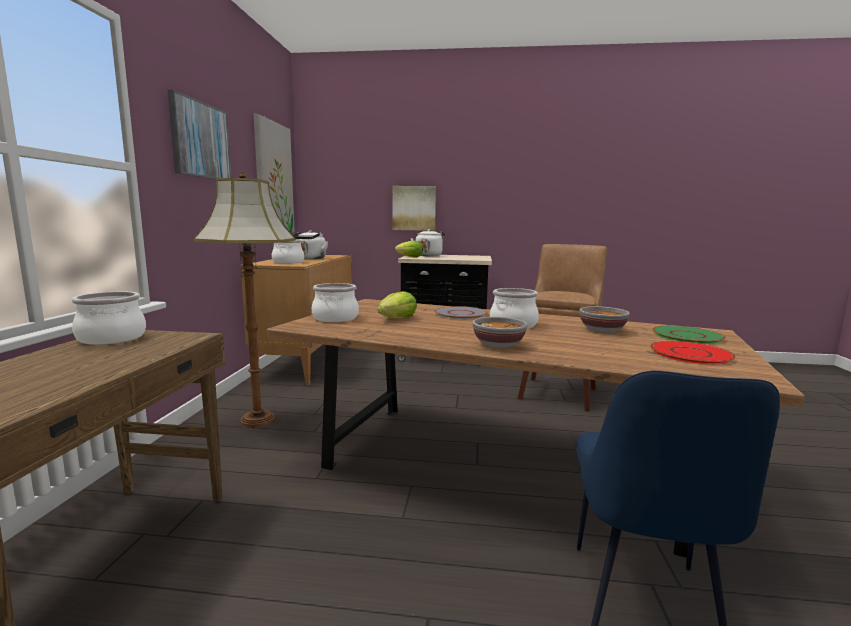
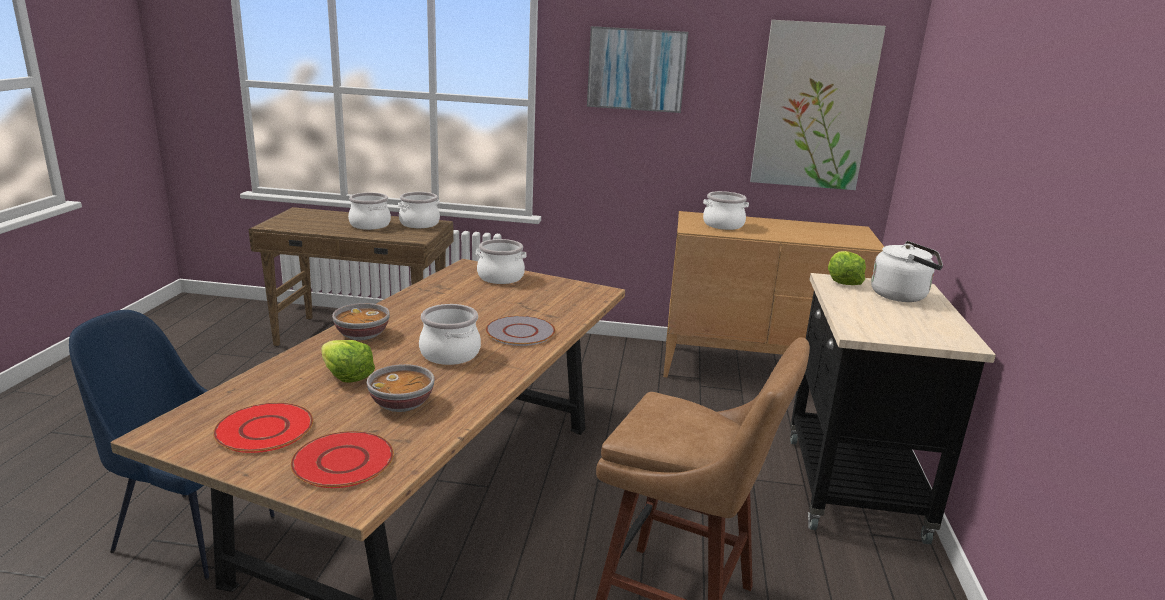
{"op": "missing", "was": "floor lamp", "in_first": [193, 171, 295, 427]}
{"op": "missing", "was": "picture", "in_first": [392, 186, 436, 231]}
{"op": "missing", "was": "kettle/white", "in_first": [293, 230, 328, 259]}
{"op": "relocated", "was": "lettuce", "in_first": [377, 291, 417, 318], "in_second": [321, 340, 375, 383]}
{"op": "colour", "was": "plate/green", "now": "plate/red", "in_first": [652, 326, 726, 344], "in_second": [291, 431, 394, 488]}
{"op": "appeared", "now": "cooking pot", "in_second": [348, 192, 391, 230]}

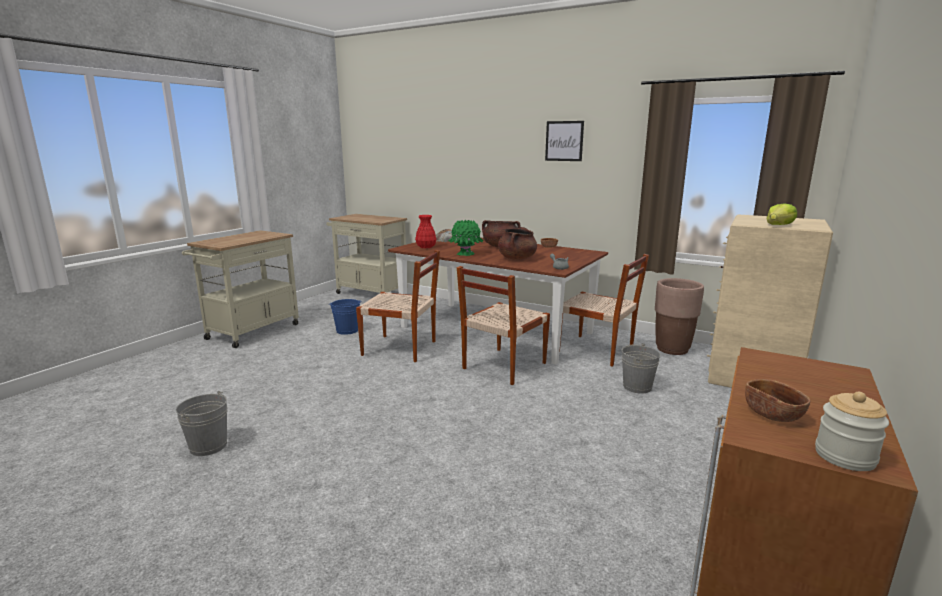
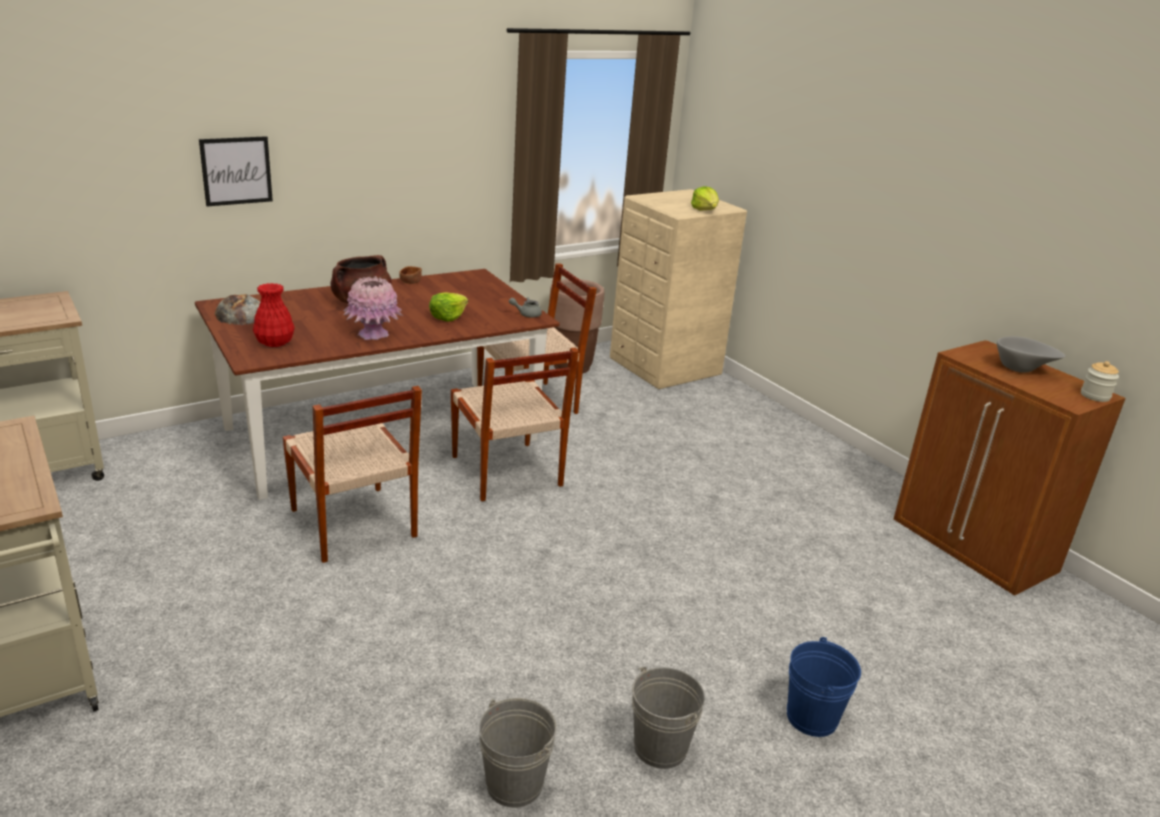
{"op": "relocated", "was": "picture", "in_first": [545, 121, 584, 161], "in_second": [199, 136, 273, 206]}
{"op": "colour", "was": "vase/green", "now": "vase/pink", "in_first": [449, 220, 484, 256], "in_second": [343, 276, 403, 340]}
{"op": "exchanged", "was": "cooking pot/brown", "now": "lettuce", "in_first": [498, 227, 537, 260], "in_second": [429, 292, 468, 322]}
{"op": "spun", "was": "chair", "in_first": [356, 250, 440, 362], "in_second": [283, 386, 422, 563], "clockwise": 105}
{"op": "relocated", "was": "bucket/blue", "in_first": [330, 299, 362, 335], "in_second": [787, 637, 861, 737]}
{"op": "relocated", "was": "bucket/grey", "in_first": [622, 343, 660, 394], "in_second": [632, 666, 705, 769]}
{"op": "missing", "was": "bowl/brown", "in_first": [745, 379, 810, 422]}
{"op": "appeared", "now": "bowl/grey", "in_second": [997, 336, 1065, 373]}

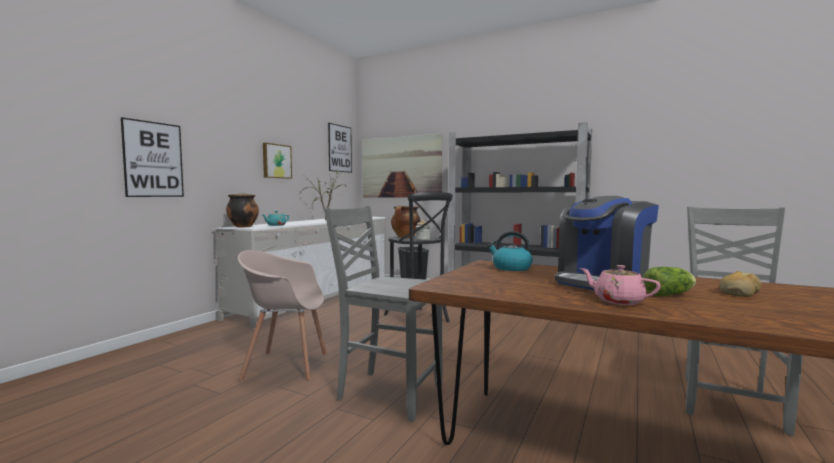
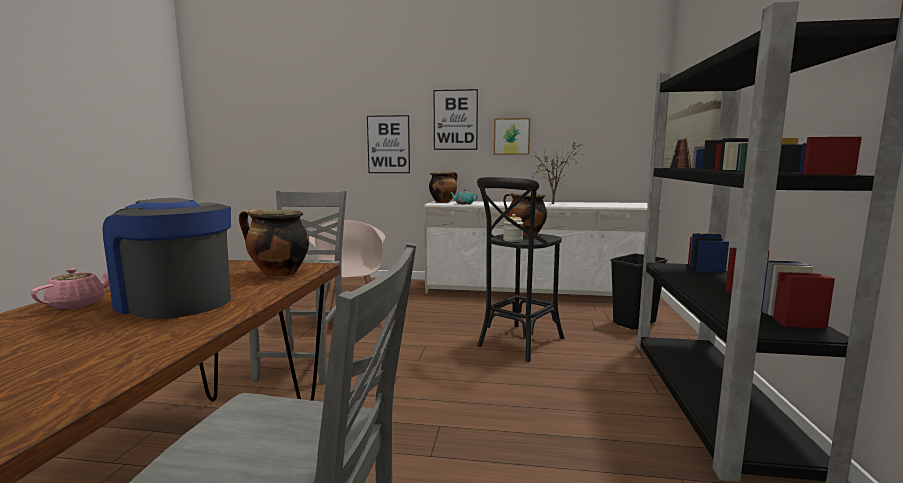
{"op": "relocated", "was": "picture", "in_first": [328, 123, 352, 173], "in_second": [434, 89, 478, 150]}
{"op": "exchanged", "was": "kettle", "now": "cooking pot", "in_first": [487, 231, 533, 271], "in_second": [239, 209, 309, 277]}
{"op": "missing", "was": "lettuce", "in_first": [643, 267, 696, 296]}
{"op": "missing", "was": "bread", "in_first": [720, 271, 762, 297]}

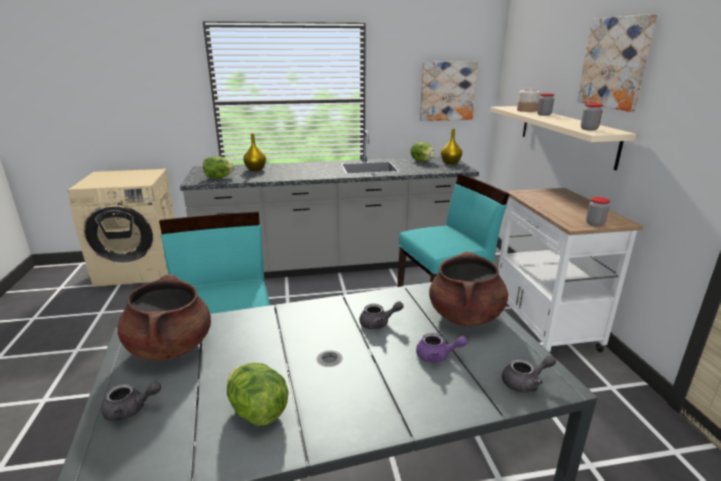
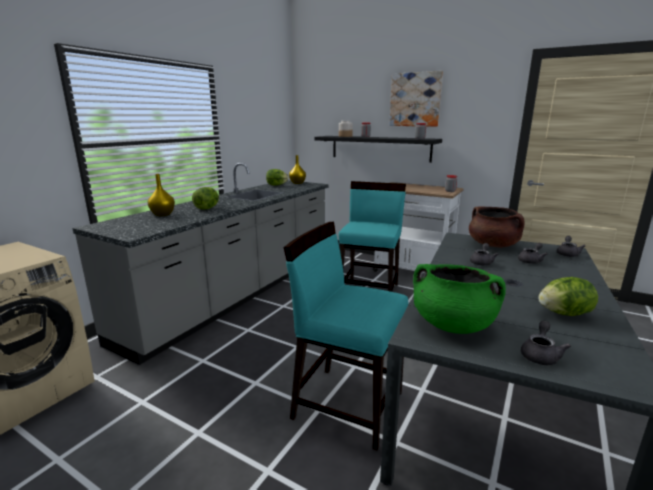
{"op": "missing", "was": "picture", "in_first": [420, 61, 478, 121]}
{"op": "colour", "was": "shelf/beige", "now": "shelf/black", "in_first": [490, 106, 637, 171], "in_second": [314, 136, 442, 163]}
{"op": "relocated", "was": "lettuce", "in_first": [203, 156, 235, 179], "in_second": [192, 187, 219, 210]}
{"op": "colour", "was": "cooking pot/brown", "now": "cooking pot/green", "in_first": [118, 274, 211, 361], "in_second": [413, 264, 506, 334]}
{"op": "colour", "was": "teapot/purple", "now": "teapot/grey", "in_first": [416, 333, 468, 363], "in_second": [518, 243, 547, 264]}

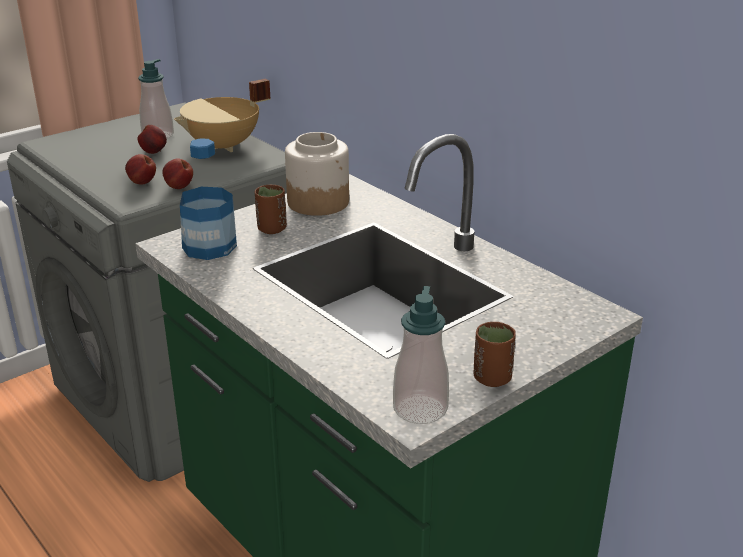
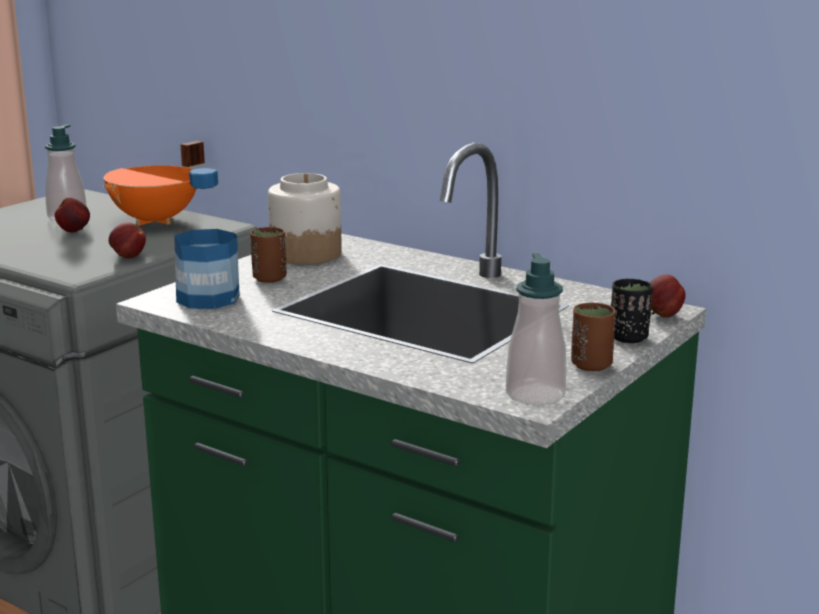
{"op": "colour", "was": "cooking pot/beige", "now": "cooking pot/orange", "in_first": [174, 78, 270, 152], "in_second": [103, 141, 205, 226]}
{"op": "relocated", "was": "apple", "in_first": [125, 154, 156, 185], "in_second": [649, 274, 686, 317]}
{"op": "appeared", "now": "cup/black", "in_second": [611, 279, 653, 343]}

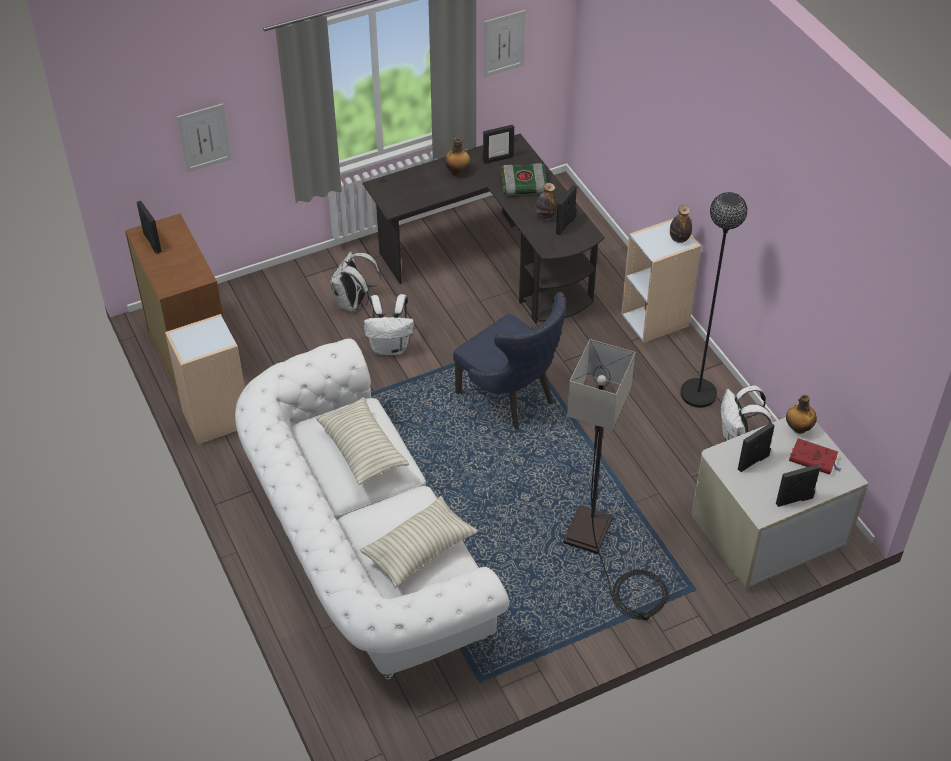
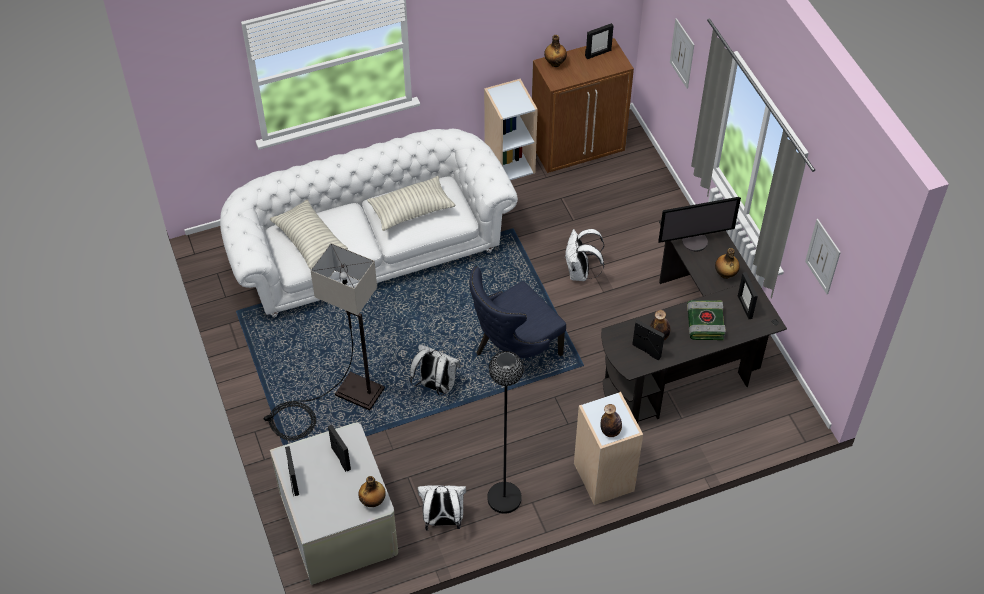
{"op": "relocated", "was": "backpack/white", "in_first": [330, 251, 381, 312], "in_second": [410, 344, 460, 396]}
{"op": "missing", "was": "book/red", "in_first": [789, 438, 841, 475]}
{"op": "appeared", "now": "bottle", "in_second": [544, 35, 567, 67]}
{"op": "appeared", "now": "monitor", "in_second": [658, 197, 741, 252]}

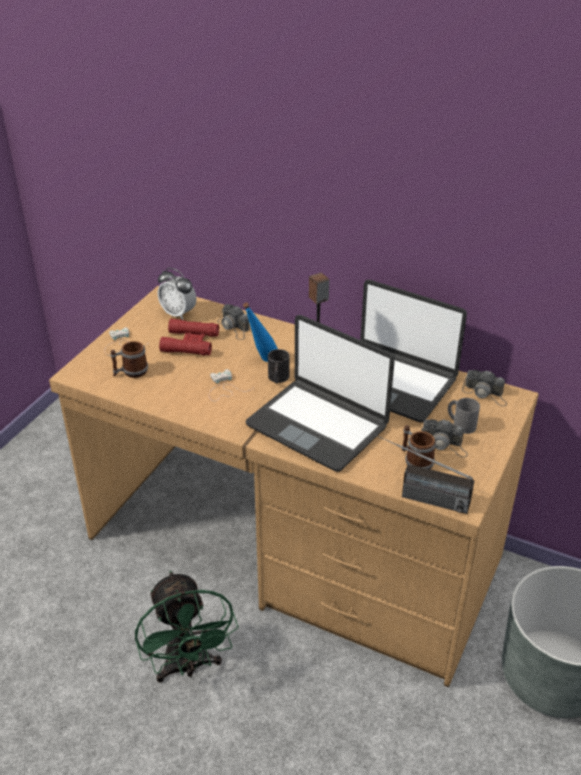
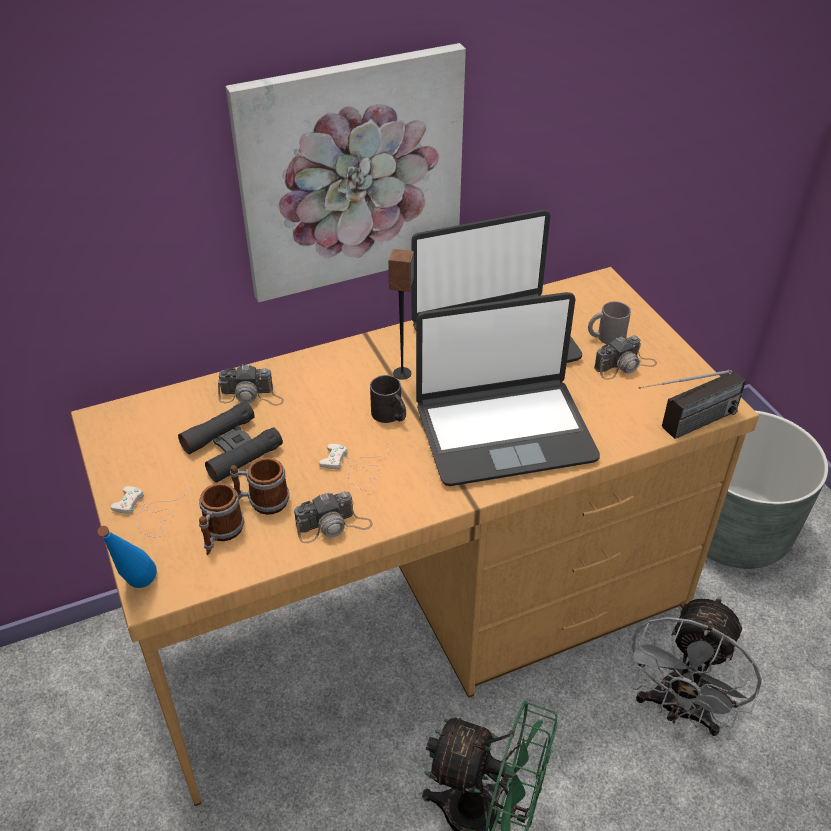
{"op": "missing", "was": "alarm clock", "in_first": [157, 268, 196, 320]}
{"op": "relocated", "was": "bottle/blue", "in_first": [243, 302, 278, 362], "in_second": [98, 526, 157, 588]}
{"op": "colour", "was": "binoculars/red", "now": "binoculars/black", "in_first": [159, 319, 219, 356], "in_second": [178, 401, 283, 483]}
{"op": "relocated", "was": "photo camera", "in_first": [462, 370, 507, 406], "in_second": [294, 491, 373, 543]}
{"op": "relocated", "was": "mug", "in_first": [402, 425, 436, 469], "in_second": [230, 458, 289, 515]}
{"op": "appeared", "now": "picture", "in_second": [226, 43, 466, 302]}
{"op": "appeared", "now": "fan/grey", "in_second": [624, 596, 762, 736]}

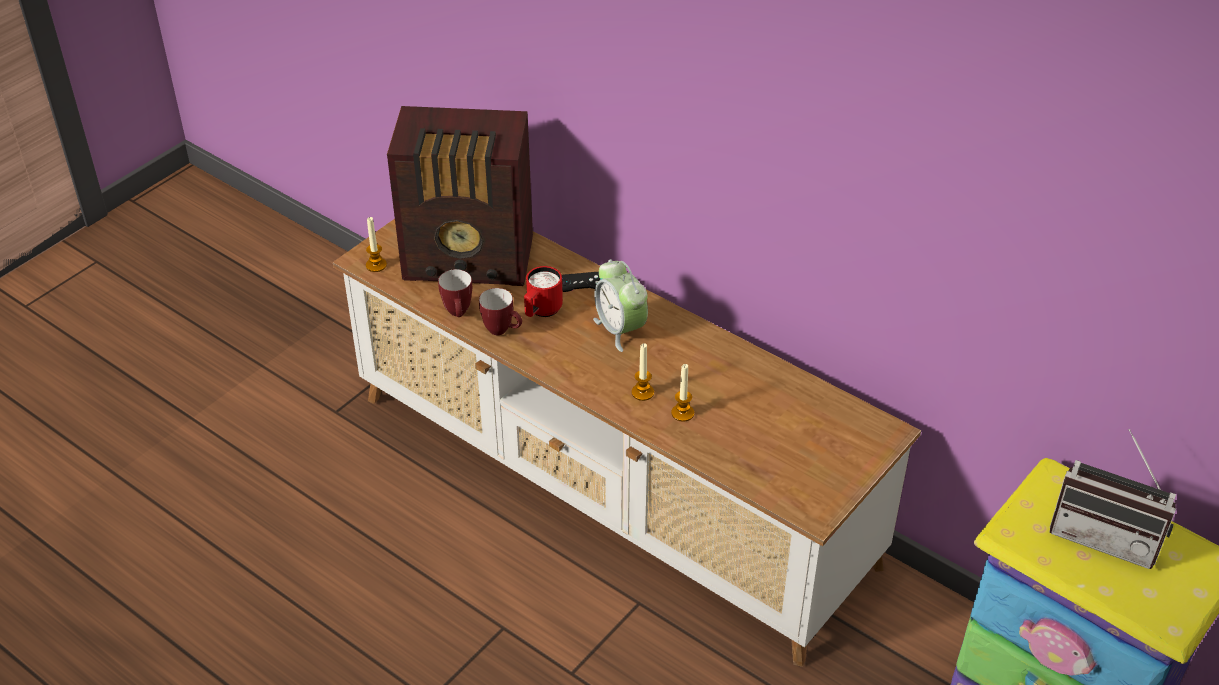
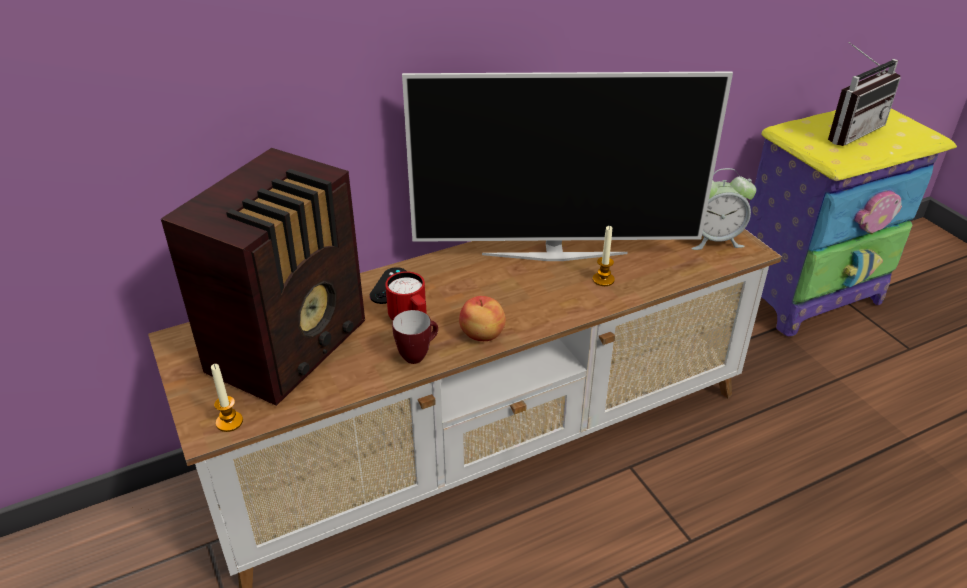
{"op": "relocated", "was": "alarm clock", "in_first": [593, 259, 648, 352], "in_second": [691, 168, 756, 250]}
{"op": "missing", "was": "mug", "in_first": [438, 269, 472, 317]}
{"op": "missing", "was": "candle", "in_first": [632, 343, 654, 401]}
{"op": "appeared", "now": "television", "in_second": [402, 72, 733, 261]}
{"op": "appeared", "now": "apple", "in_second": [459, 296, 506, 341]}

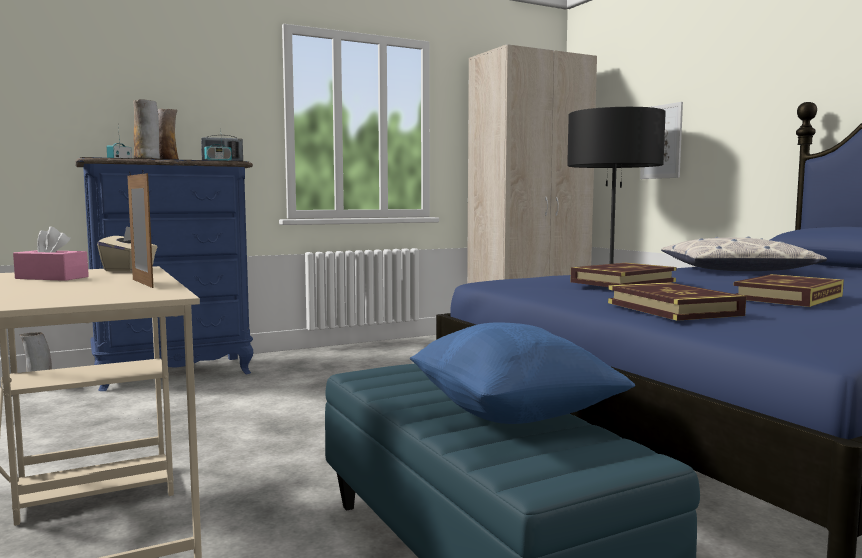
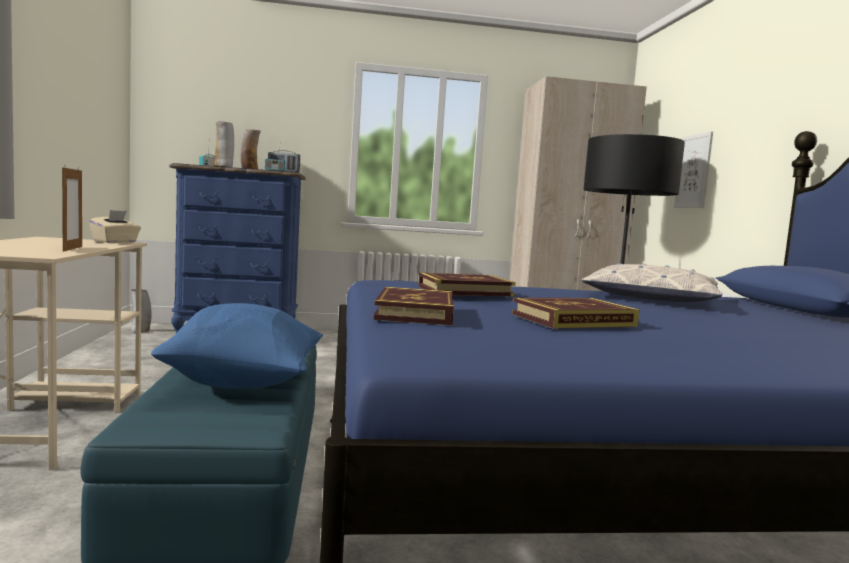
{"op": "missing", "was": "tissue box/pink", "in_first": [13, 226, 89, 281]}

